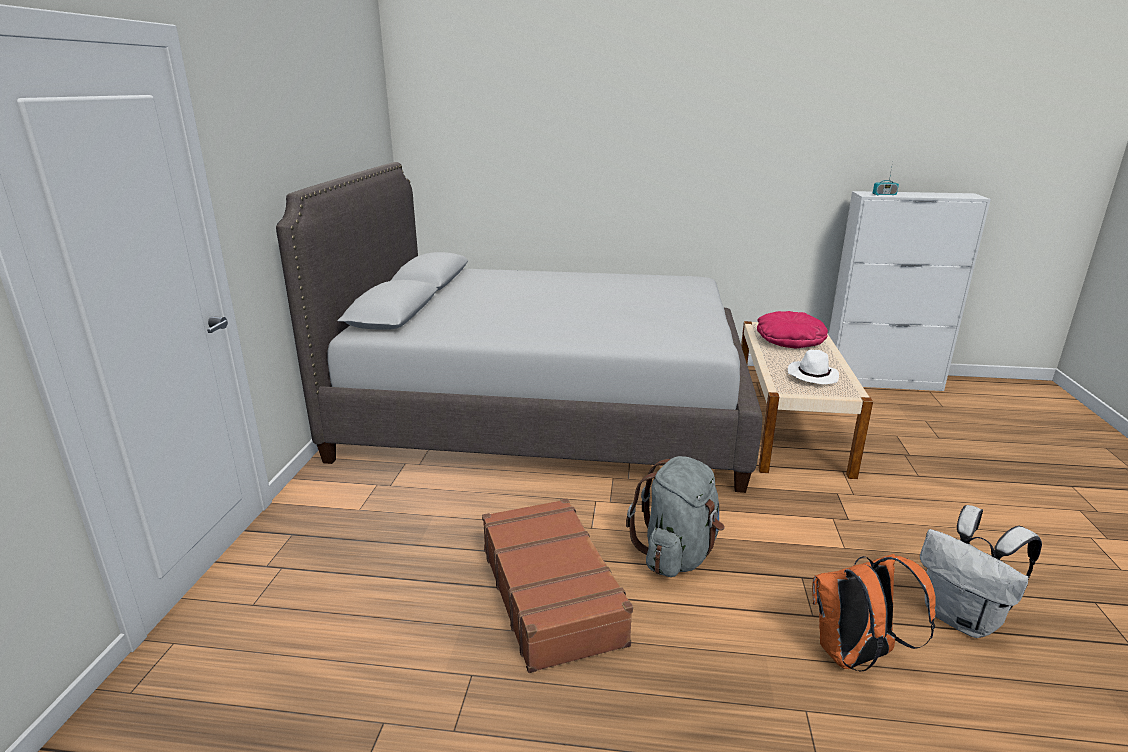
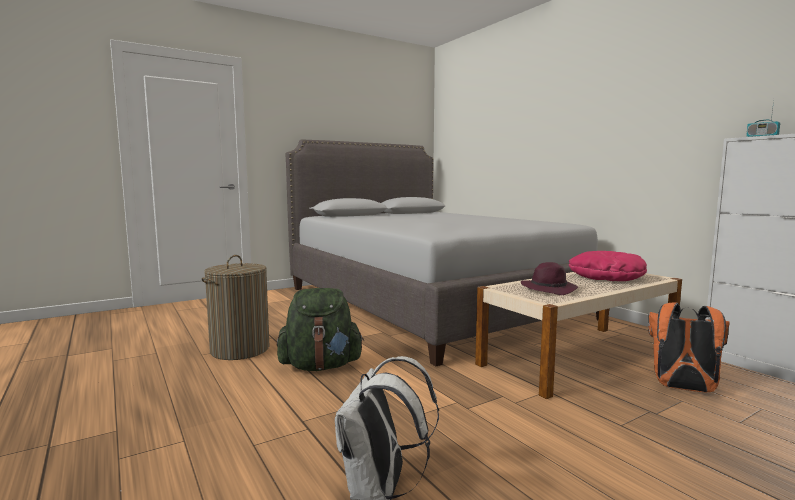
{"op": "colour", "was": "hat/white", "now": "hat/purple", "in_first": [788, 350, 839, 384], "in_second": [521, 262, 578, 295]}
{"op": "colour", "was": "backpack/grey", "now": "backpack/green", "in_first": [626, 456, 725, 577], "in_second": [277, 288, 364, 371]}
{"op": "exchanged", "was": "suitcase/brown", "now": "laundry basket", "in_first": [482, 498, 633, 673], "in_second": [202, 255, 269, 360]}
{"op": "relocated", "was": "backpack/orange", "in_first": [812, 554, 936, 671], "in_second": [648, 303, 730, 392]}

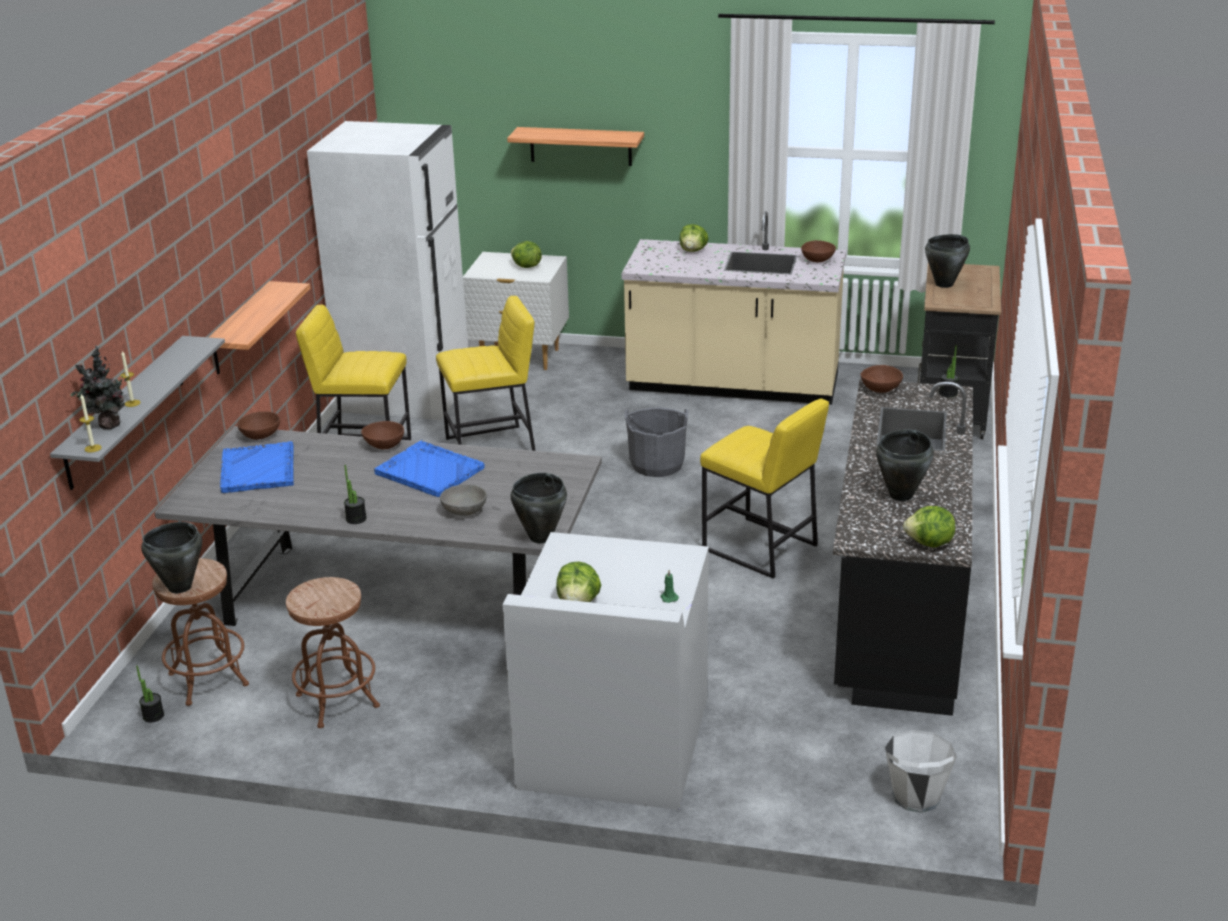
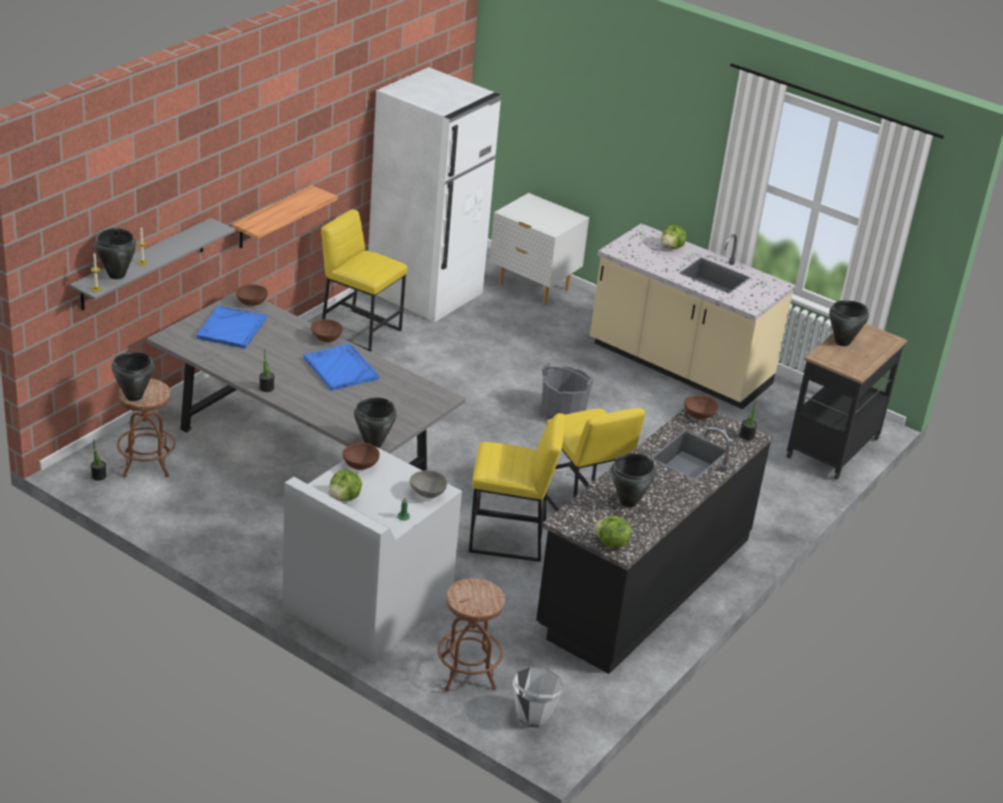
{"op": "missing", "was": "shelf", "in_first": [507, 127, 644, 166]}
{"op": "relocated", "was": "bowl/brown", "in_first": [801, 240, 836, 262], "in_second": [343, 443, 380, 470]}
{"op": "missing", "was": "lettuce", "in_first": [511, 241, 542, 268]}
{"op": "relocated", "was": "chair/yellow", "in_first": [436, 296, 536, 451], "in_second": [469, 413, 565, 562]}
{"op": "exchanged", "was": "potted plant", "now": "cooking pot/black", "in_first": [71, 346, 129, 429], "in_second": [95, 228, 136, 279]}
{"op": "relocated", "was": "bowl/grey", "in_first": [440, 485, 487, 516], "in_second": [410, 470, 447, 498]}
{"op": "relocated", "was": "stool/brown", "in_first": [286, 577, 380, 728], "in_second": [438, 578, 505, 691]}

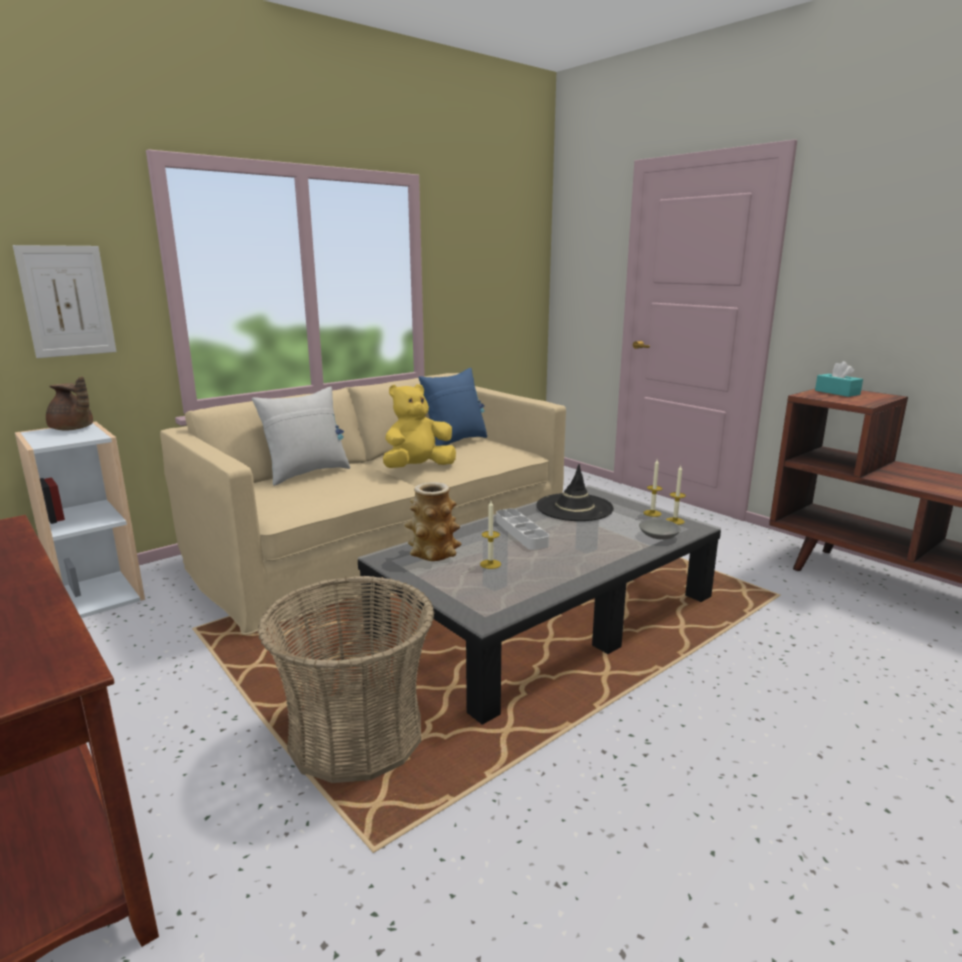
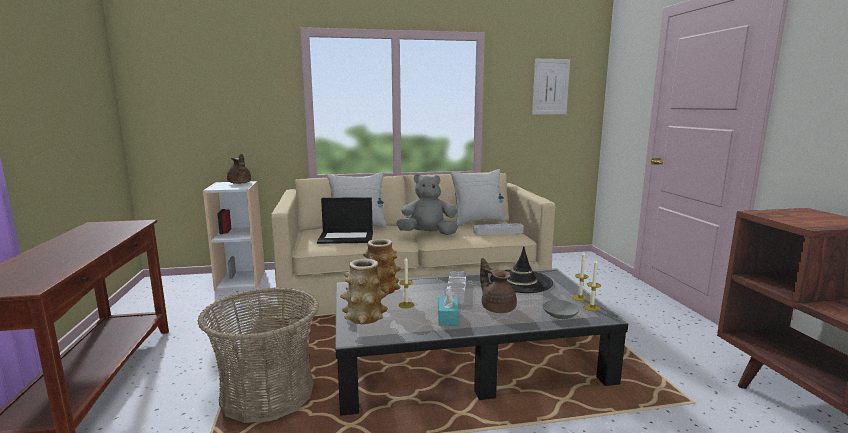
{"op": "relocated", "was": "picture", "in_first": [13, 245, 117, 358], "in_second": [532, 59, 570, 115]}
{"op": "relocated", "was": "tissue box/turquoise", "in_first": [815, 361, 863, 397], "in_second": [438, 289, 459, 326]}
{"op": "colour", "was": "pillow/blue", "now": "pillow/grey", "in_first": [418, 368, 487, 446], "in_second": [450, 169, 506, 226]}
{"op": "colour", "was": "plush toy/yellow", "now": "plush toy/grey", "in_first": [383, 384, 456, 468], "in_second": [396, 174, 458, 235]}
{"op": "appeared", "now": "laptop", "in_second": [317, 197, 373, 244]}
{"op": "appeared", "now": "tray/grey", "in_second": [473, 223, 524, 235]}
{"op": "appeared", "now": "vase", "in_second": [340, 258, 388, 324]}
{"op": "appeared", "now": "teapot/brown", "in_second": [480, 258, 517, 313]}

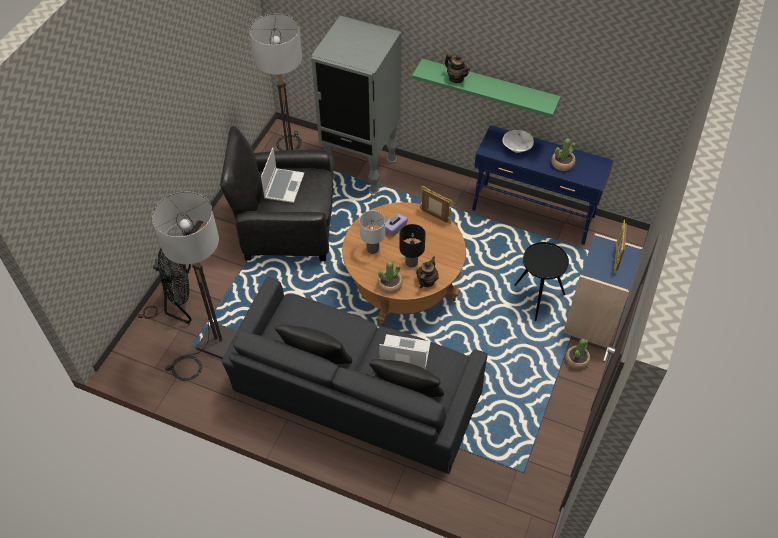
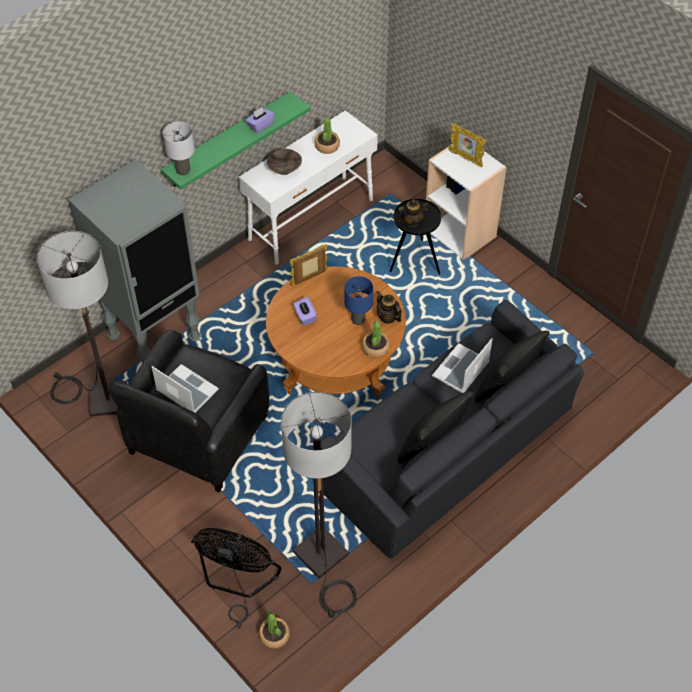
{"op": "relocated", "was": "teapot", "in_first": [445, 53, 470, 83], "in_second": [395, 200, 429, 228]}
{"op": "colour", "was": "console table/blue", "now": "console table/white", "in_first": [472, 125, 613, 245], "in_second": [239, 110, 378, 265]}
{"op": "colour", "was": "bowl/white", "now": "bowl/brown", "in_first": [502, 130, 534, 153], "in_second": [267, 149, 302, 175]}
{"op": "relocated", "was": "table lamp/white", "in_first": [359, 211, 385, 254], "in_second": [163, 122, 195, 175]}
{"op": "colour", "was": "table lamp/black", "now": "table lamp/blue", "in_first": [399, 224, 426, 268], "in_second": [344, 276, 373, 325]}
{"op": "colour", "was": "bookcase/blue", "now": "bookcase/white", "in_first": [563, 233, 643, 348], "in_second": [426, 144, 507, 260]}
{"op": "relocated", "was": "potted plant", "in_first": [565, 339, 590, 369], "in_second": [259, 610, 290, 649]}
{"op": "appeared", "now": "tissue box/purple", "in_second": [246, 107, 275, 133]}

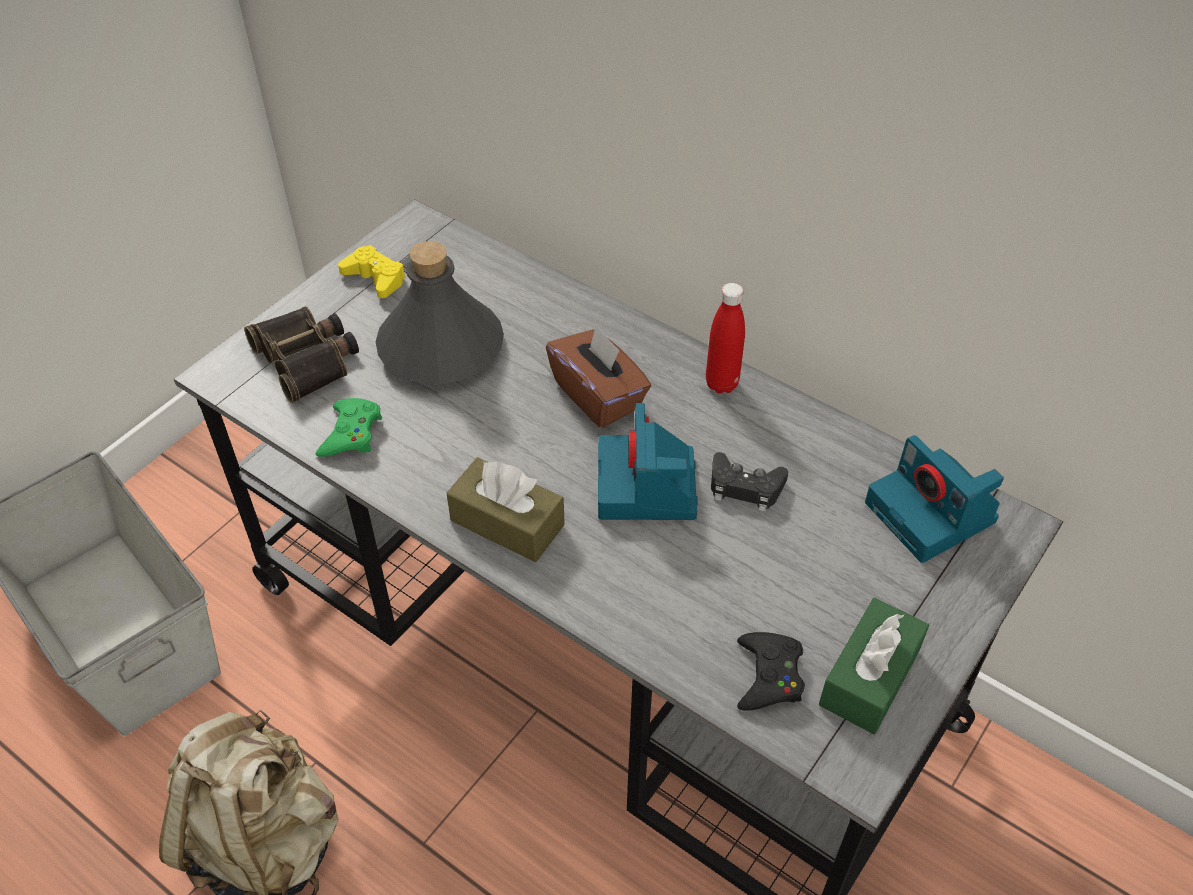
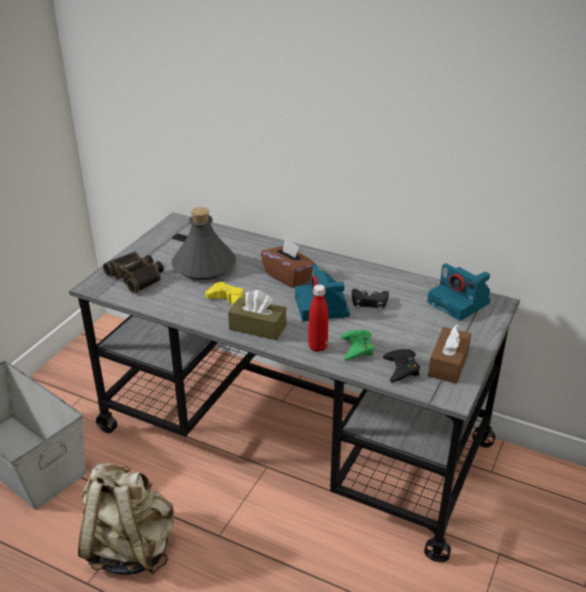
{"op": "relocated", "was": "game controller/yellow", "in_first": [338, 245, 406, 298], "in_second": [205, 282, 244, 306]}
{"op": "relocated", "was": "bottle/red", "in_first": [706, 283, 745, 394], "in_second": [308, 284, 328, 352]}
{"op": "relocated", "was": "game controller/green", "in_first": [316, 398, 382, 457], "in_second": [340, 330, 374, 361]}
{"op": "colour", "was": "tissue box/green", "now": "tissue box/brown", "in_first": [819, 598, 929, 734], "in_second": [428, 324, 471, 384]}

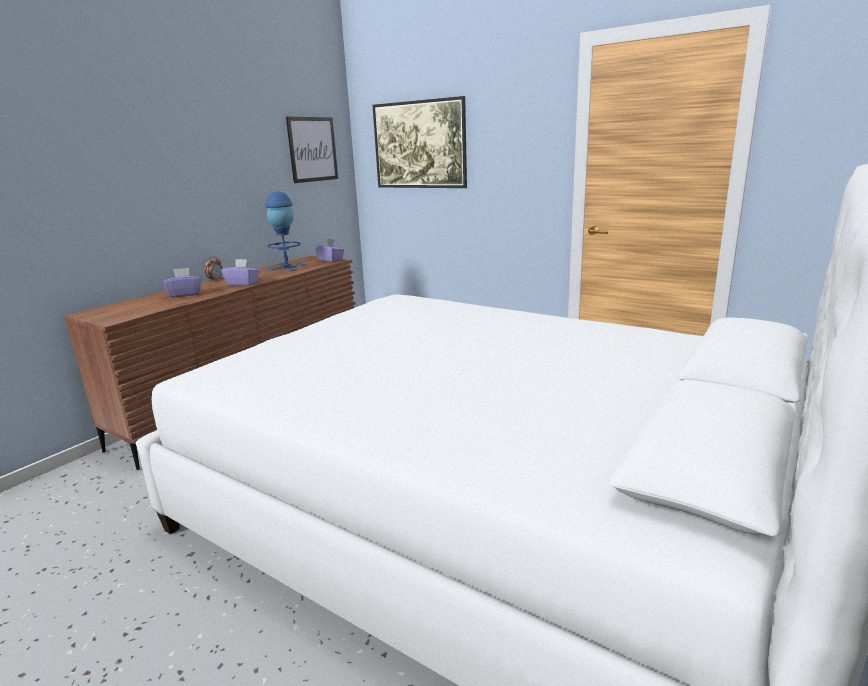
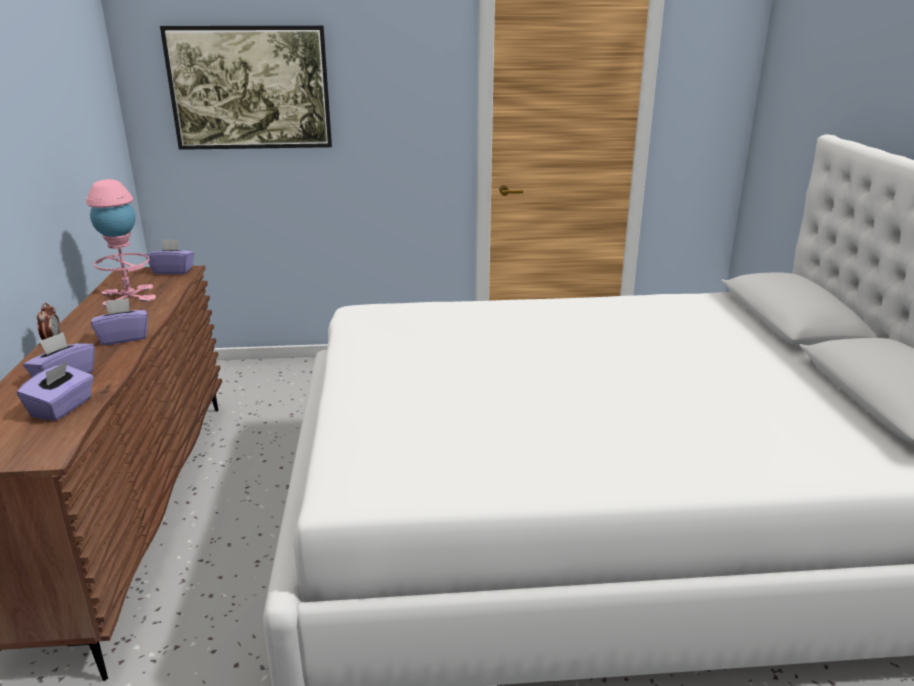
{"op": "missing", "was": "picture", "in_first": [286, 117, 338, 183]}
{"op": "colour", "was": "table lamp/blue", "now": "table lamp/pink", "in_first": [265, 192, 306, 271], "in_second": [86, 179, 156, 307]}
{"op": "appeared", "now": "tissue box/purple", "in_second": [17, 361, 94, 421]}

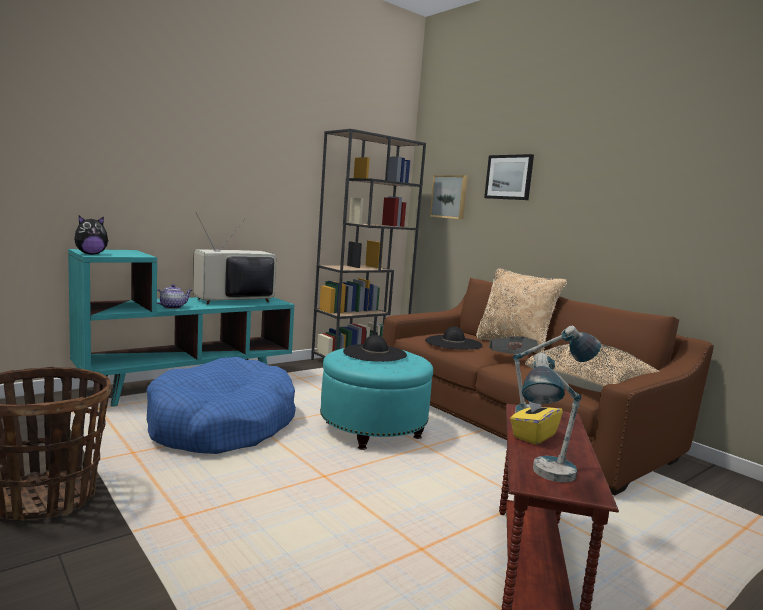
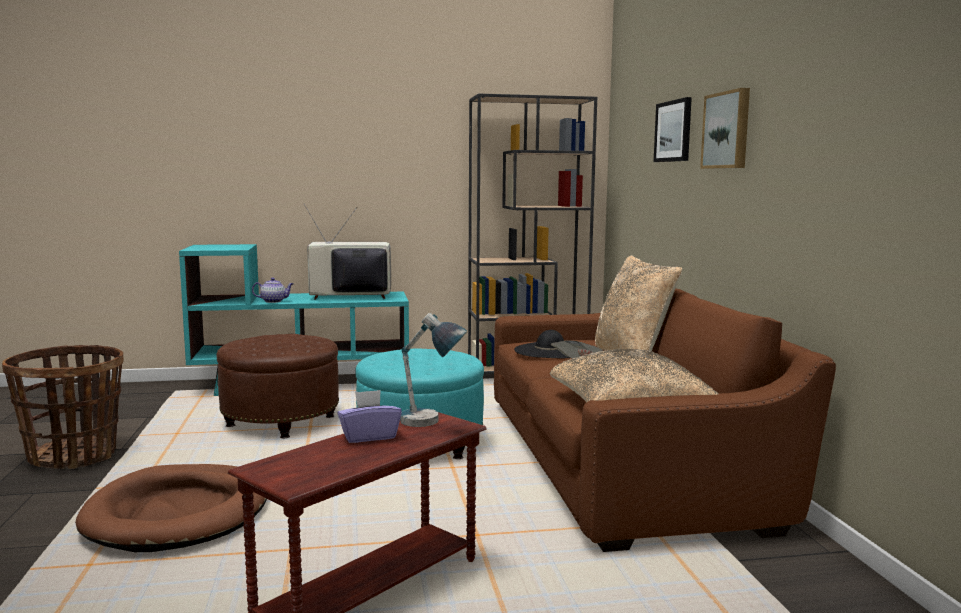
{"op": "relocated", "was": "picture", "in_first": [430, 175, 468, 219], "in_second": [700, 88, 750, 169]}
{"op": "missing", "was": "plush toy", "in_first": [74, 216, 109, 255]}
{"op": "missing", "was": "hat/black", "in_first": [343, 335, 407, 362]}
{"op": "missing", "was": "table lamp", "in_first": [522, 353, 581, 483]}
{"op": "exchanged", "was": "dog bed/blue", "now": "ottoman/brown", "in_first": [146, 357, 296, 454], "in_second": [217, 334, 339, 438]}
{"op": "colour", "was": "tissue box/yellow", "now": "tissue box/purple", "in_first": [510, 401, 563, 445], "in_second": [337, 390, 402, 443]}
{"op": "appeared", "now": "dog bed/brown", "in_second": [75, 464, 267, 552]}

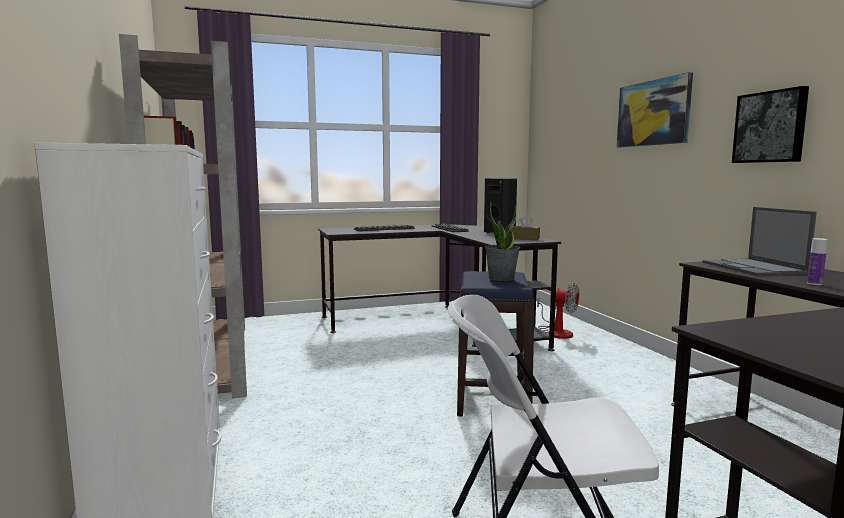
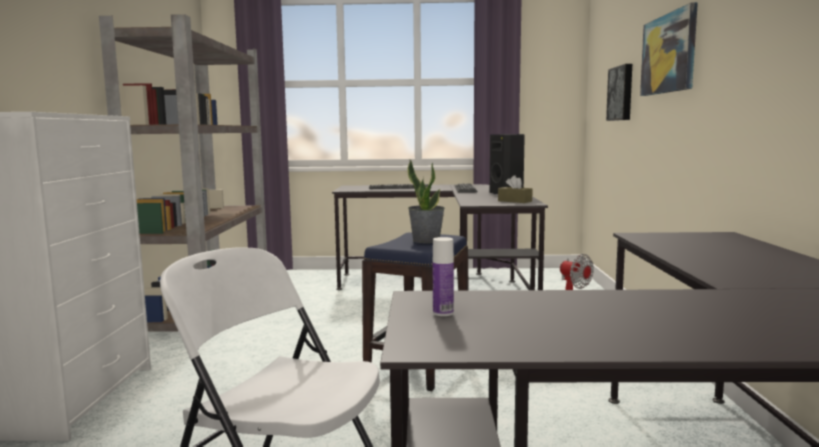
{"op": "relocated", "was": "picture", "in_first": [732, 86, 809, 163], "in_second": [606, 64, 632, 121]}
{"op": "missing", "was": "laptop", "in_first": [702, 207, 817, 276]}
{"op": "relocated", "was": "bottle", "in_first": [807, 238, 828, 285], "in_second": [433, 237, 454, 316]}

